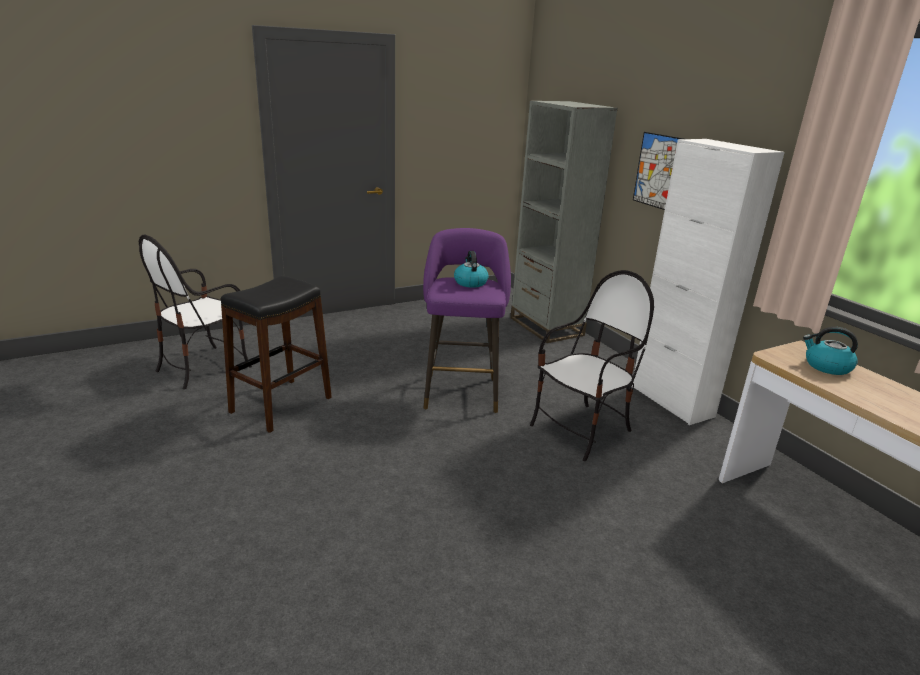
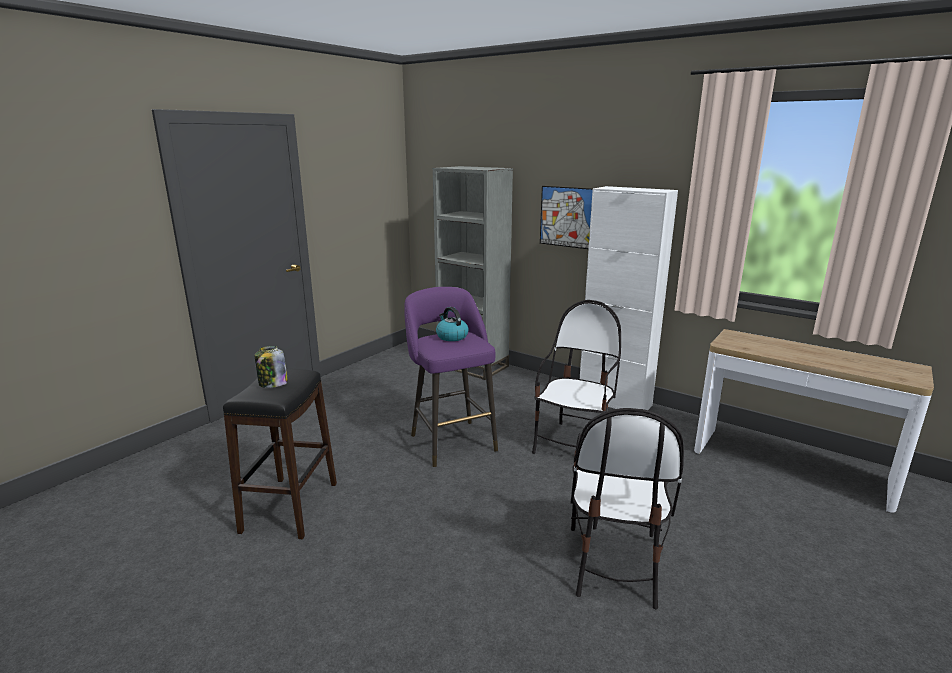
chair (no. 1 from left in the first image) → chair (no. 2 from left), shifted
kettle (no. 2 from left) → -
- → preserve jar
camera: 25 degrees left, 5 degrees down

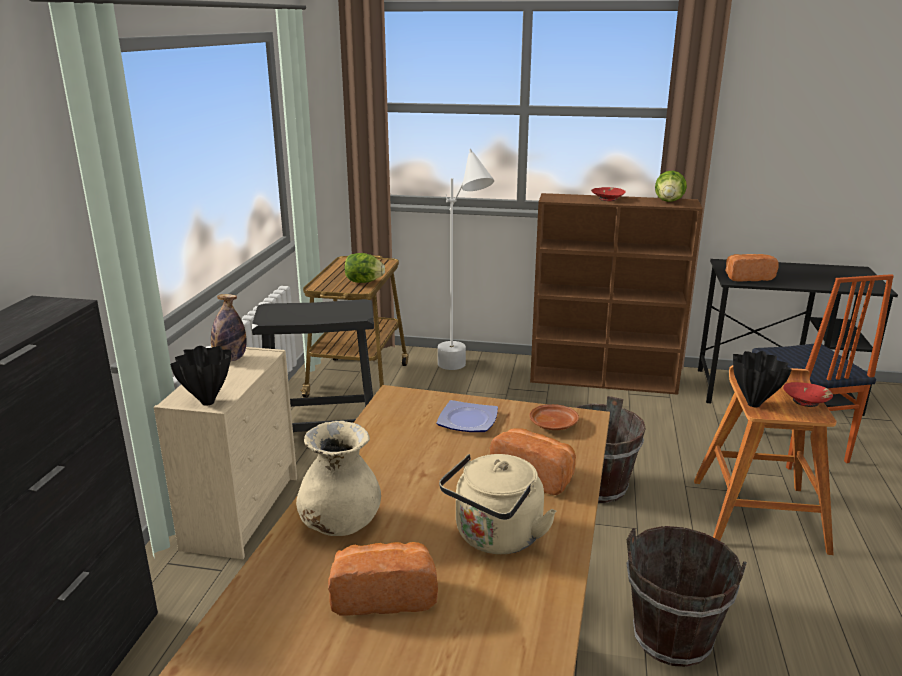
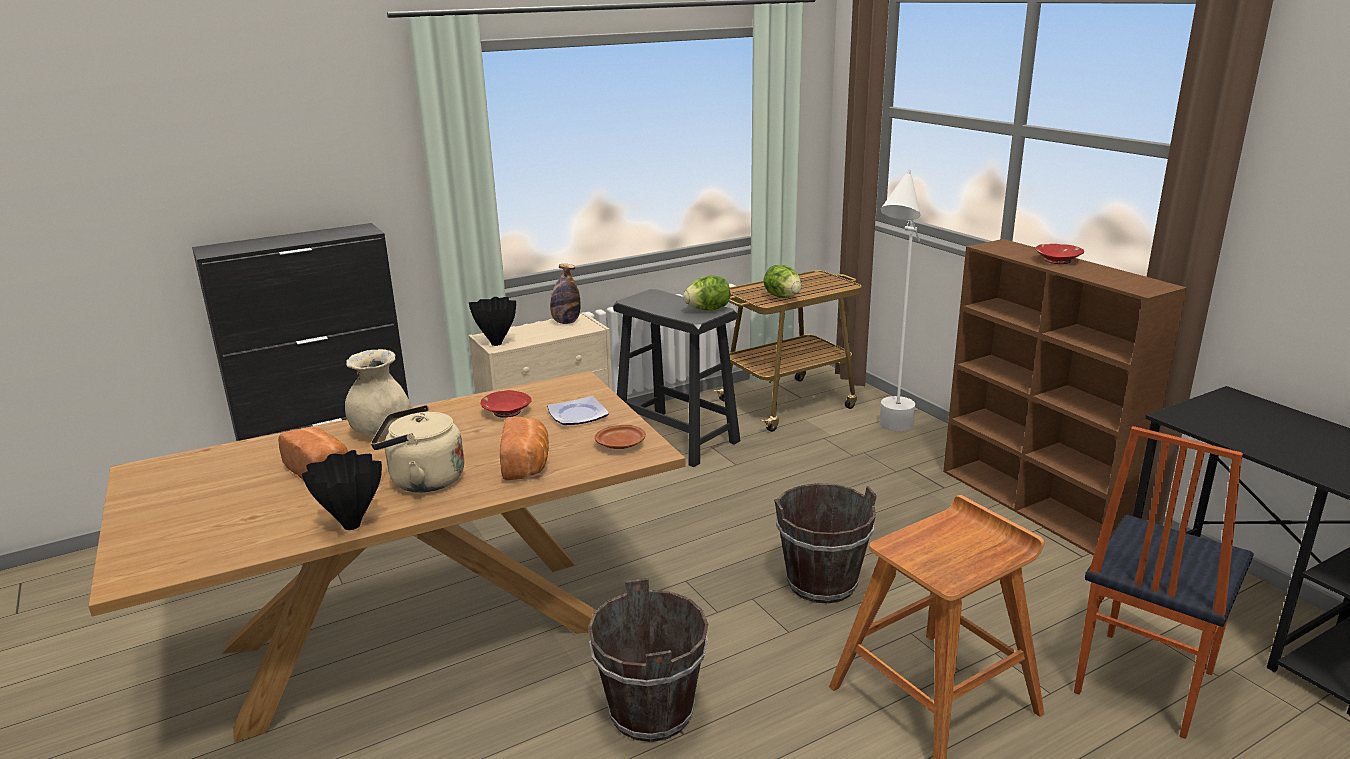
lettuce (no. 2 from left in the first image) → lettuce (no. 1 from left), shifted
bread (no. 3 from left) → -
blackish decorative vase (no. 2 from left in the first image) → blackish decorative vase (no. 1 from left), shifted
red-coloured bowl (no. 2 from left in the first image) → red-coloured bowl (no. 1 from left), shifted
camera: 50 degrees right, 0 degrees up

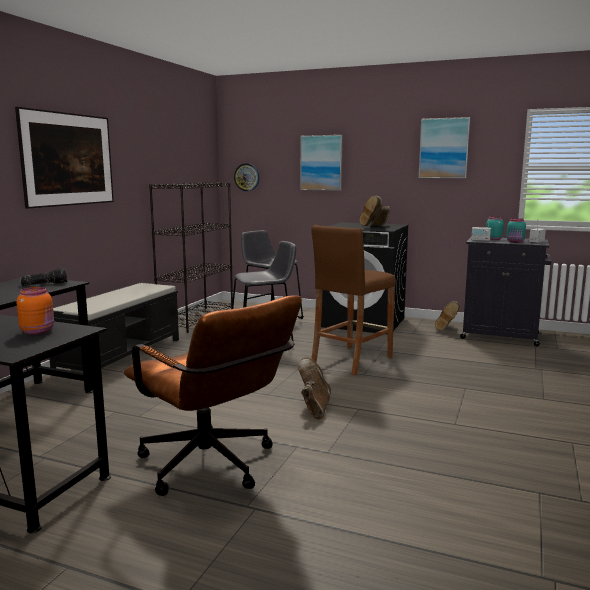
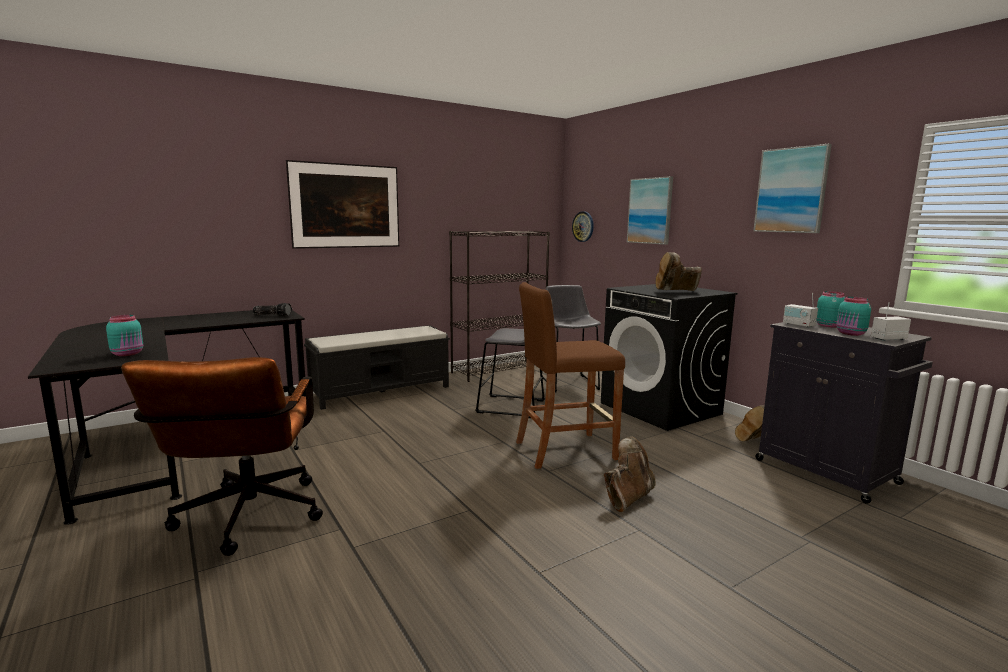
orangey preserve jar → turquoise-coloured preserve jar (no. 1 from left)
brownish tall boot (no. 1 from left), shifted
camera: 35 degrees right, 0 degrees up

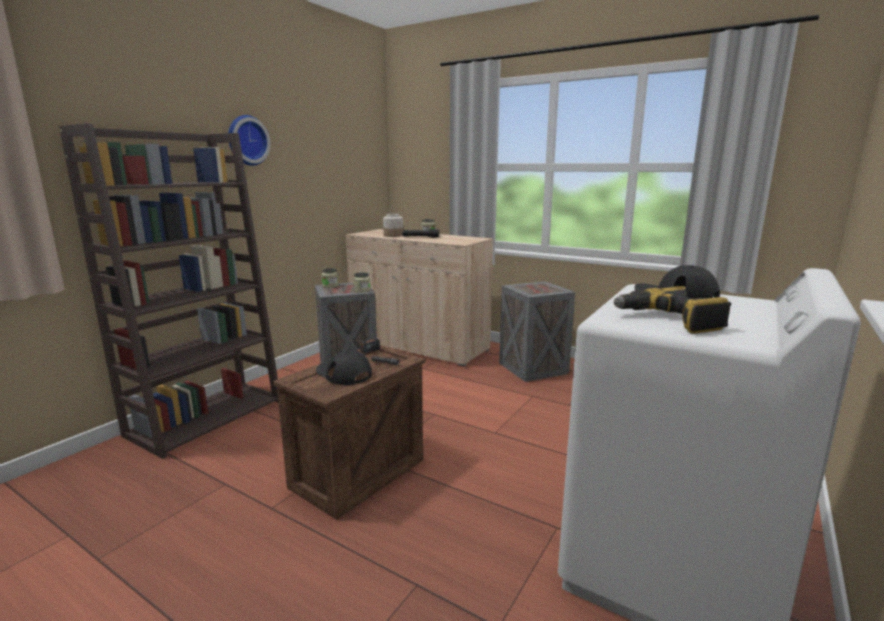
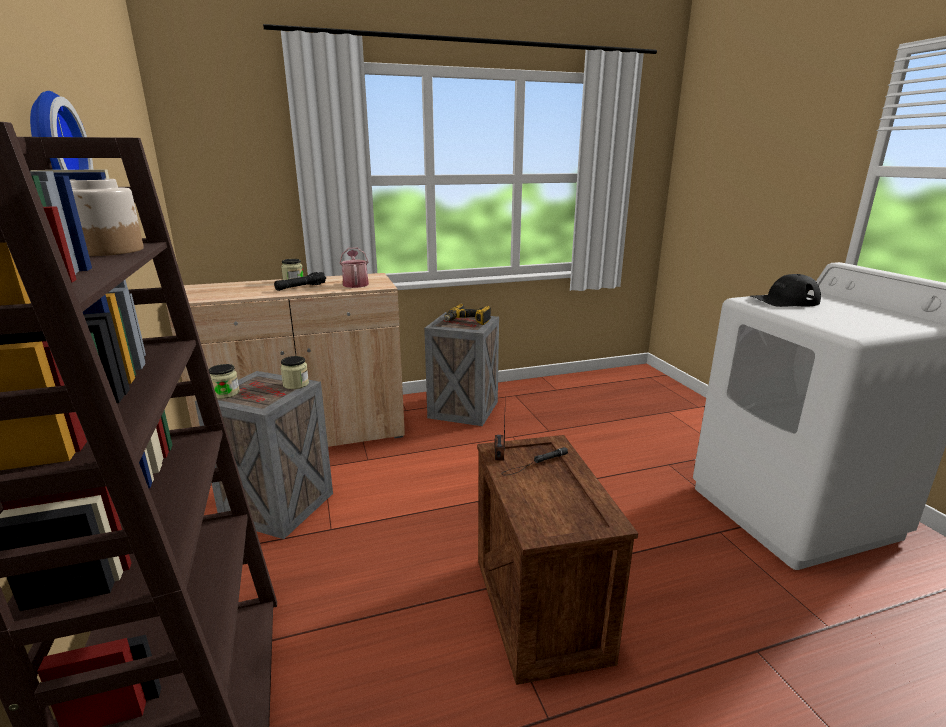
preserve jar (no. 3 from left in the first image) → preserve jar (no. 1 from left), shifted
electric drill, shifted
blackish baseball cap (no. 1 from left) → -
- → watering can
camera: 50 degrees left, 5 degrees up

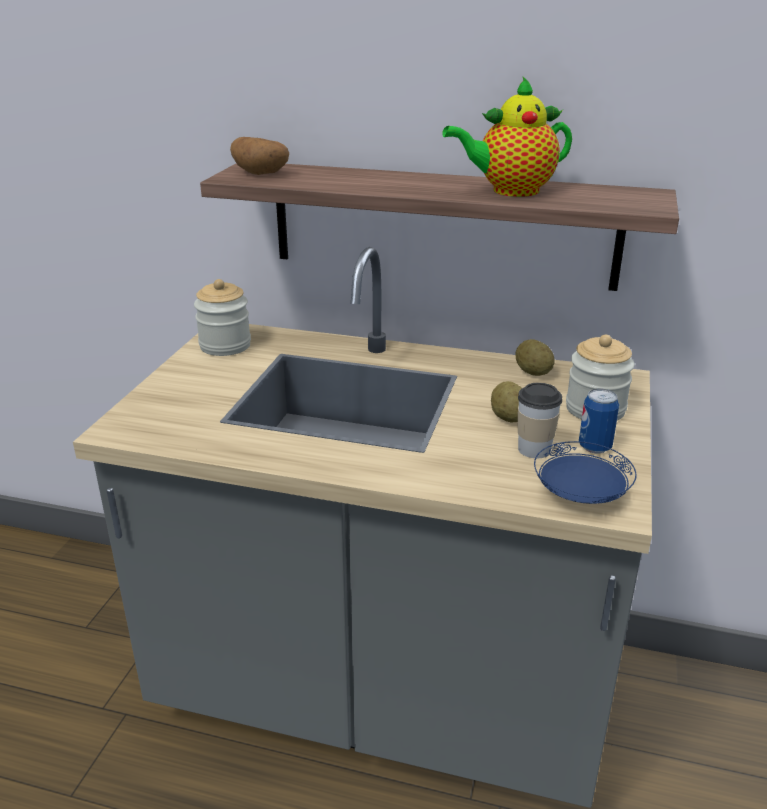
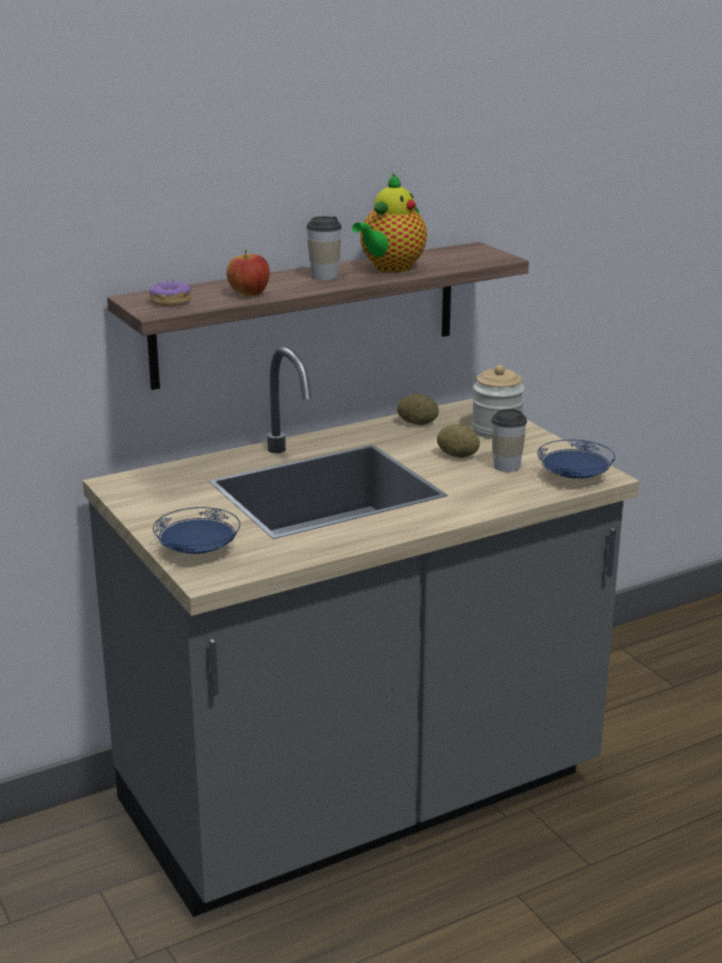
spud (no. 1 from left) → doughnut
preserve jar (no. 1 from left) → -
sealed can → -
- → cup (no. 1 from left)
- → whole apple
- → bluish dinner plate (no. 1 from left)
camera: 45 degrees left, 5 degrees down

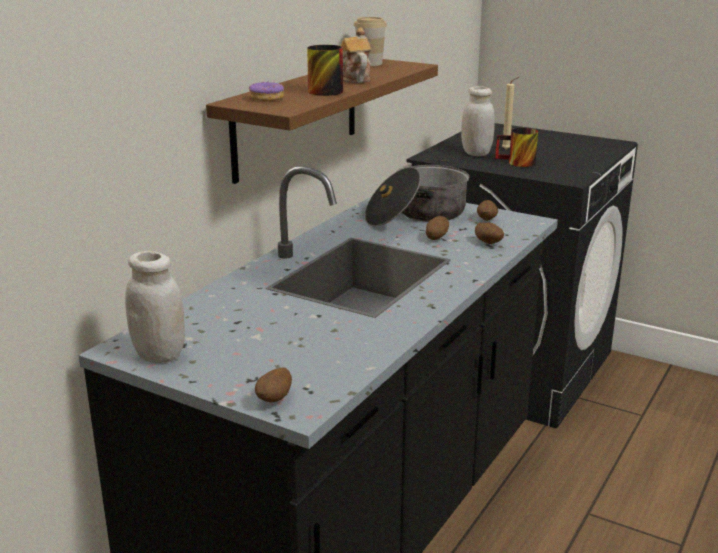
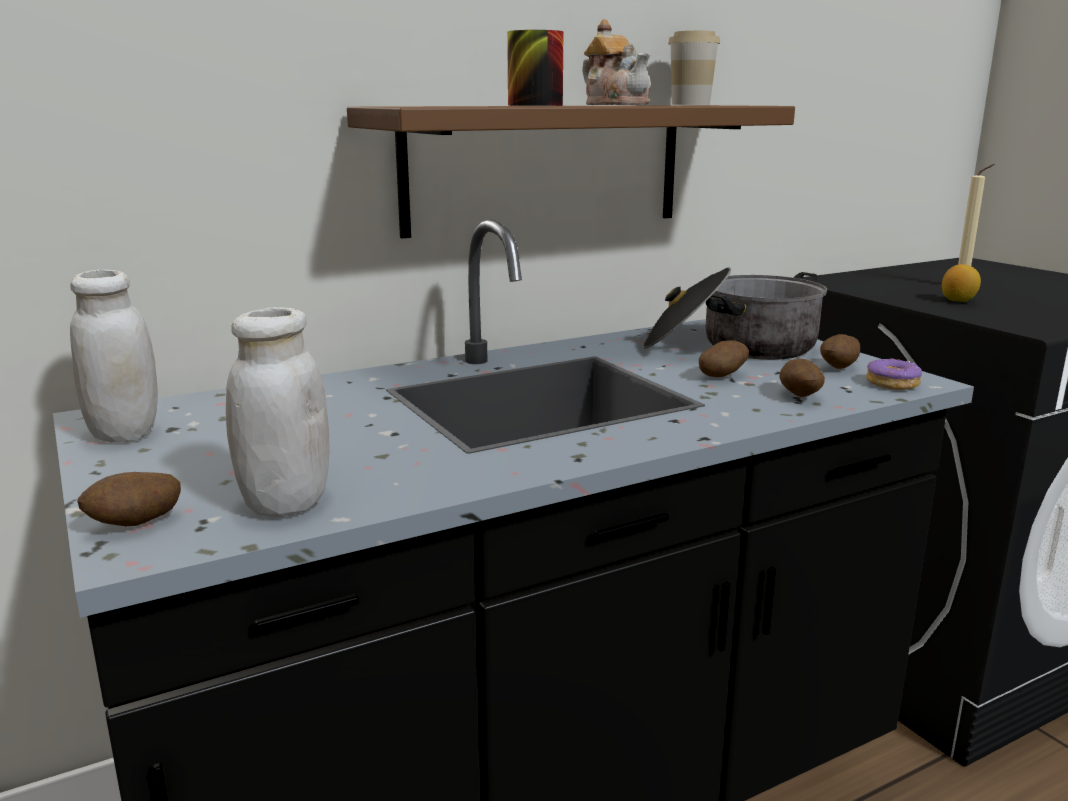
teapot, 135 degrees clockwise
doughnut, shifted
whitish preserve jar (no. 2 from left), shifted
mug (no. 2 from left) → lemon
camera: 30 degrees right, 5 degrees down

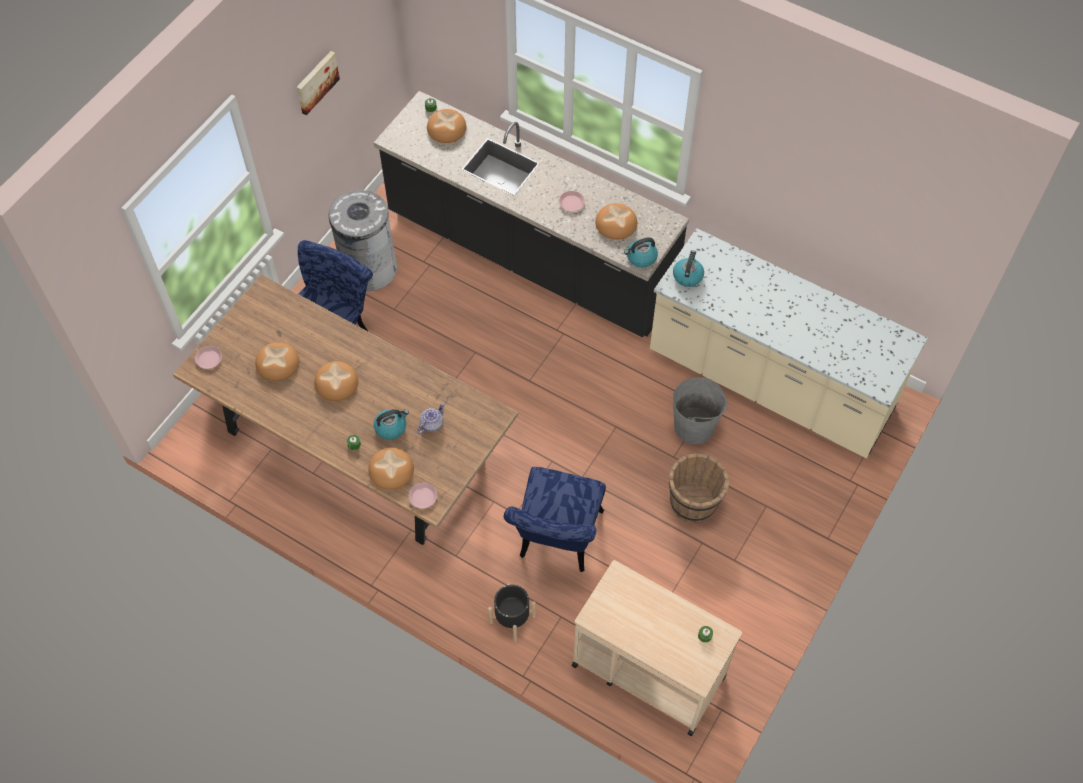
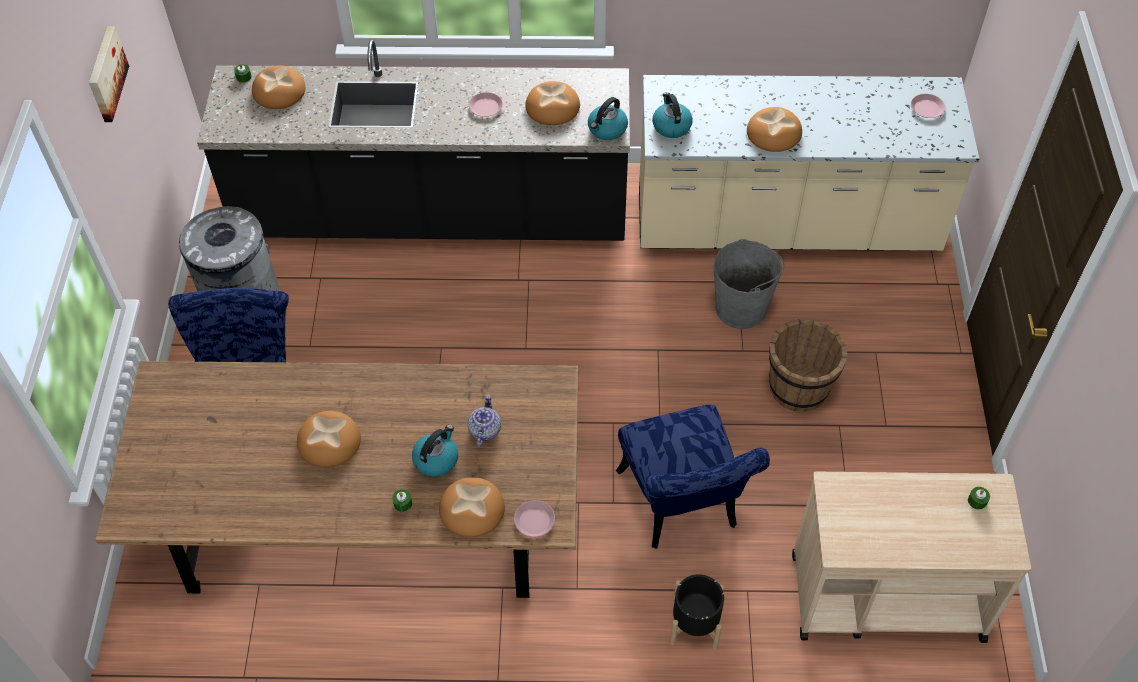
bread (no. 1 from left in the first image) → bread (no. 5 from left), shifted
pink dinner plate (no. 1 from left in the first image) → pink dinner plate (no. 3 from left), shifted
camera: 30 degrees left, 5 degrees down

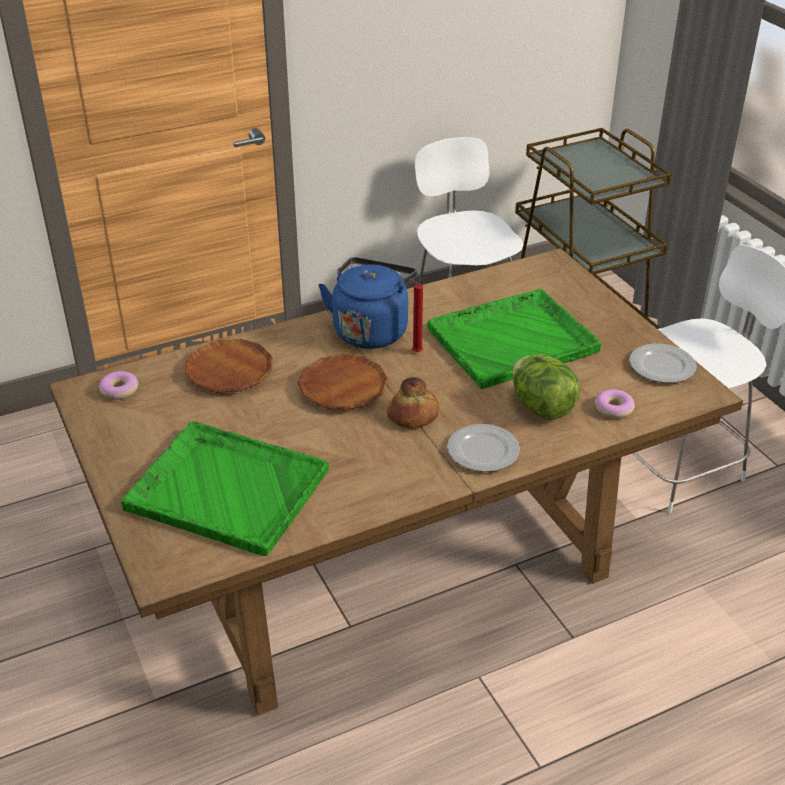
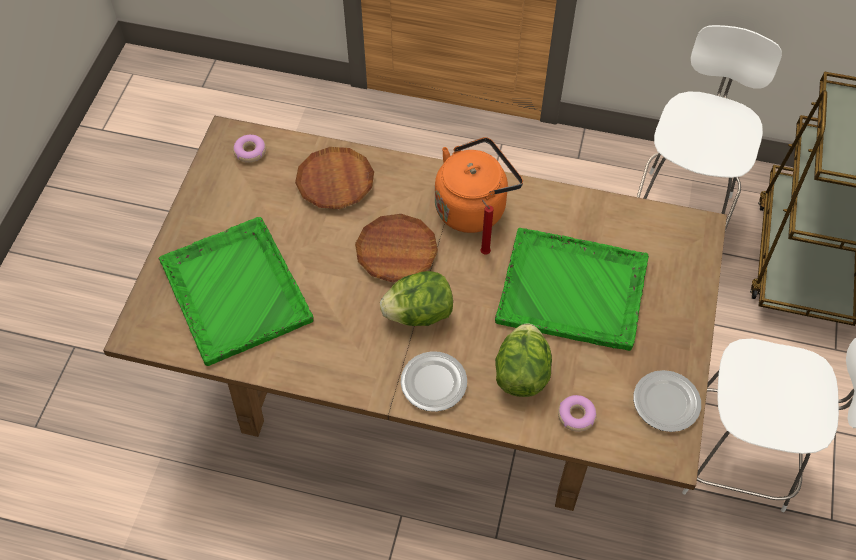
bluish kettle → orangey kettle
bread → lettuce (no. 1 from left)
camera: 40 degrees right, 20 degrees up

